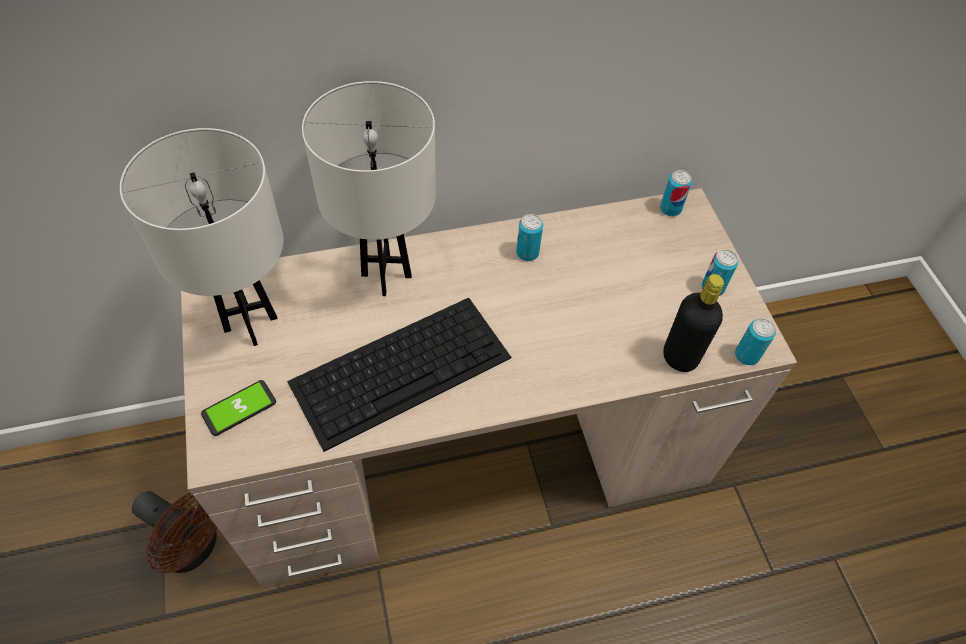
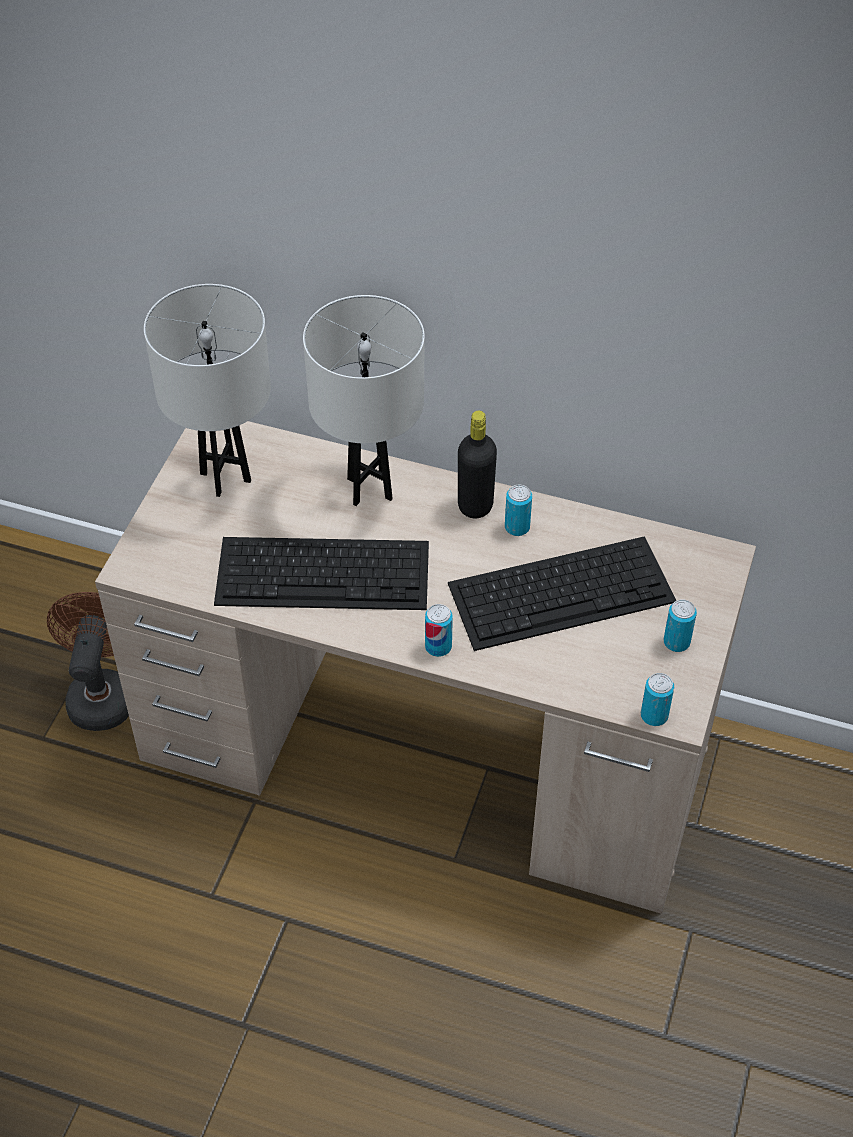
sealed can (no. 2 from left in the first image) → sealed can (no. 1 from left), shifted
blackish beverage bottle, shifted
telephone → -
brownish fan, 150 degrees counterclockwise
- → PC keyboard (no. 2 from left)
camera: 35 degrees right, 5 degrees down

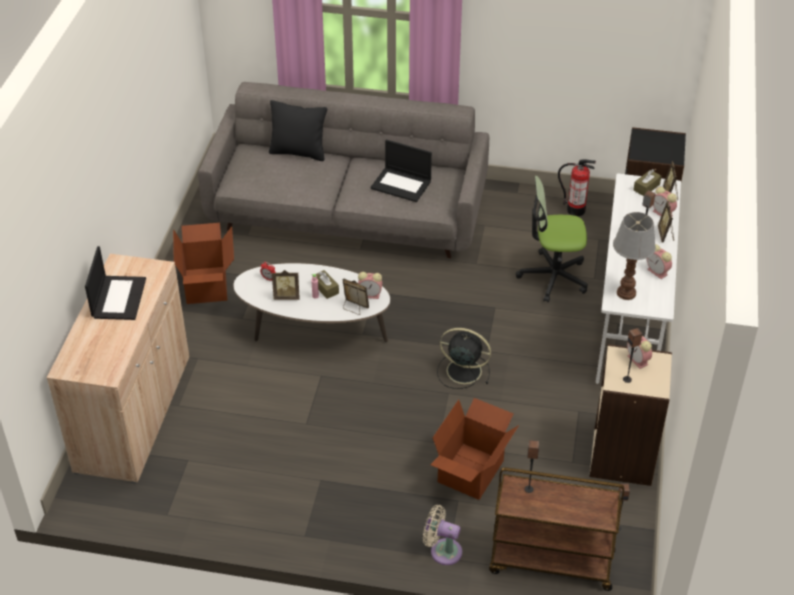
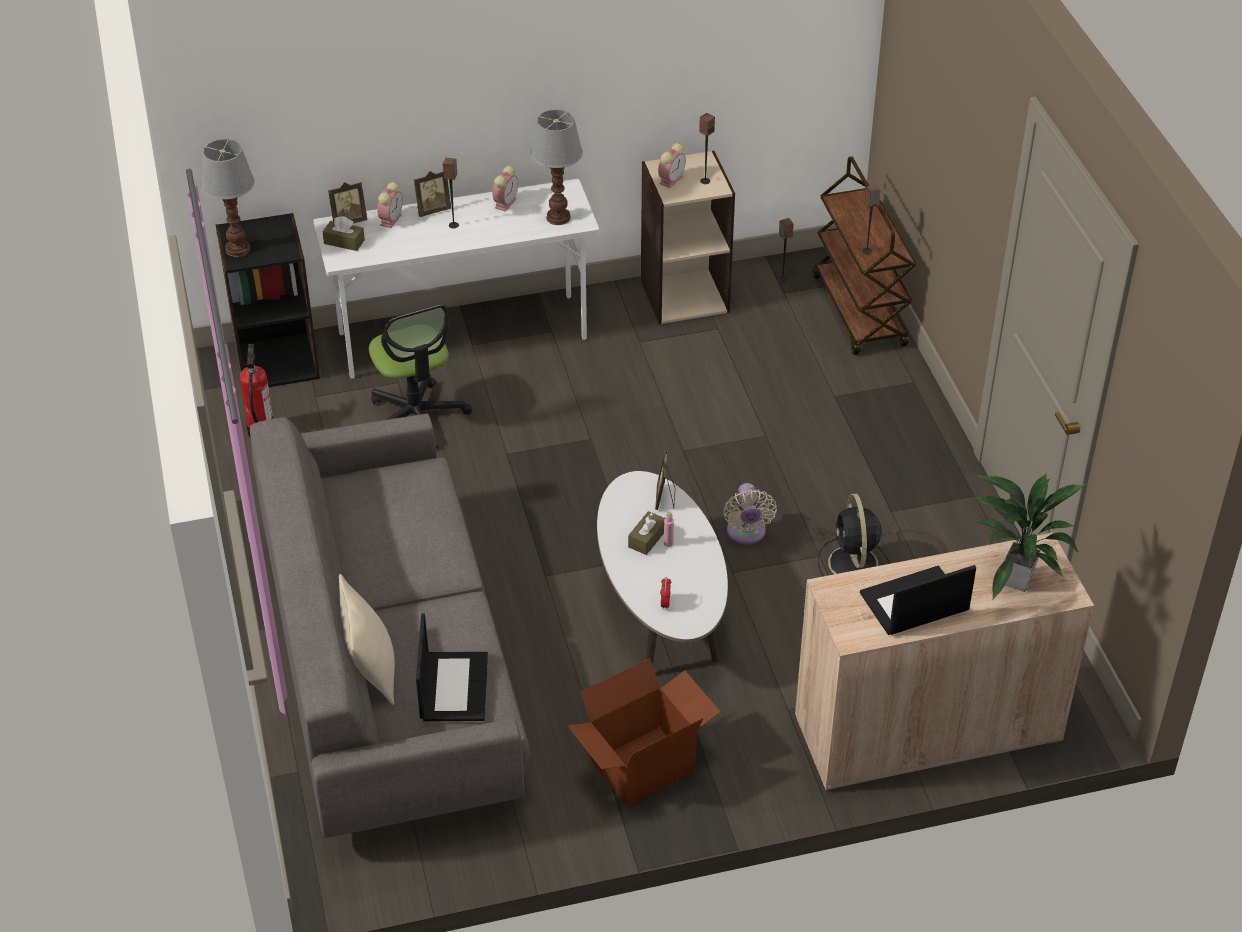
blackish cushion → sand-coloured cushion
portable computer (no. 2 from left in the first image) → portable computer (no. 1 from left), shifted
photo frame (no. 1 from left) → -
alarm clock (no. 2 from left) → -
blackish fan, shifted
packing box (no. 2 from left) → -
sand-coloured fan, shifted
- → tabletop lamp (no. 1 from left)
- → plant in a pot
camera: 115 degrees left, 0 degrees up

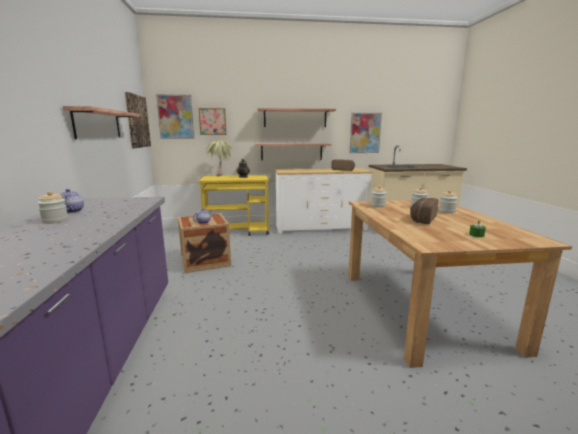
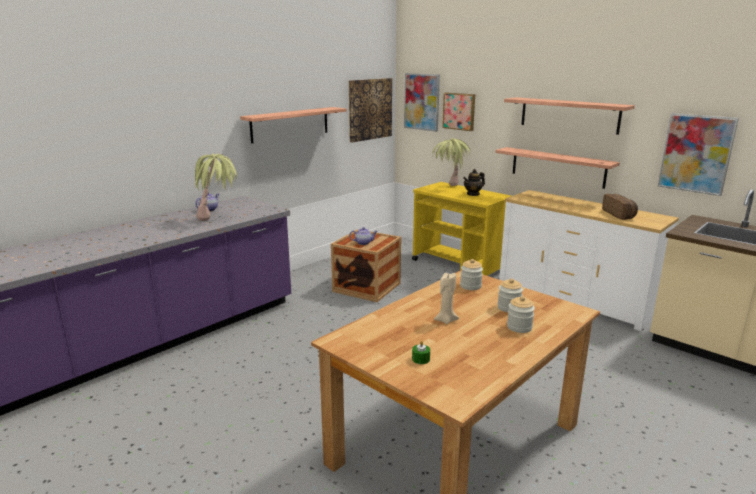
preserve jar (no. 1 from left) → -
bread (no. 2 from left) → sand-coloured wax candle
- → plant in a pot (no. 1 from left)
camera: 50 degrees right, 5 degrees up

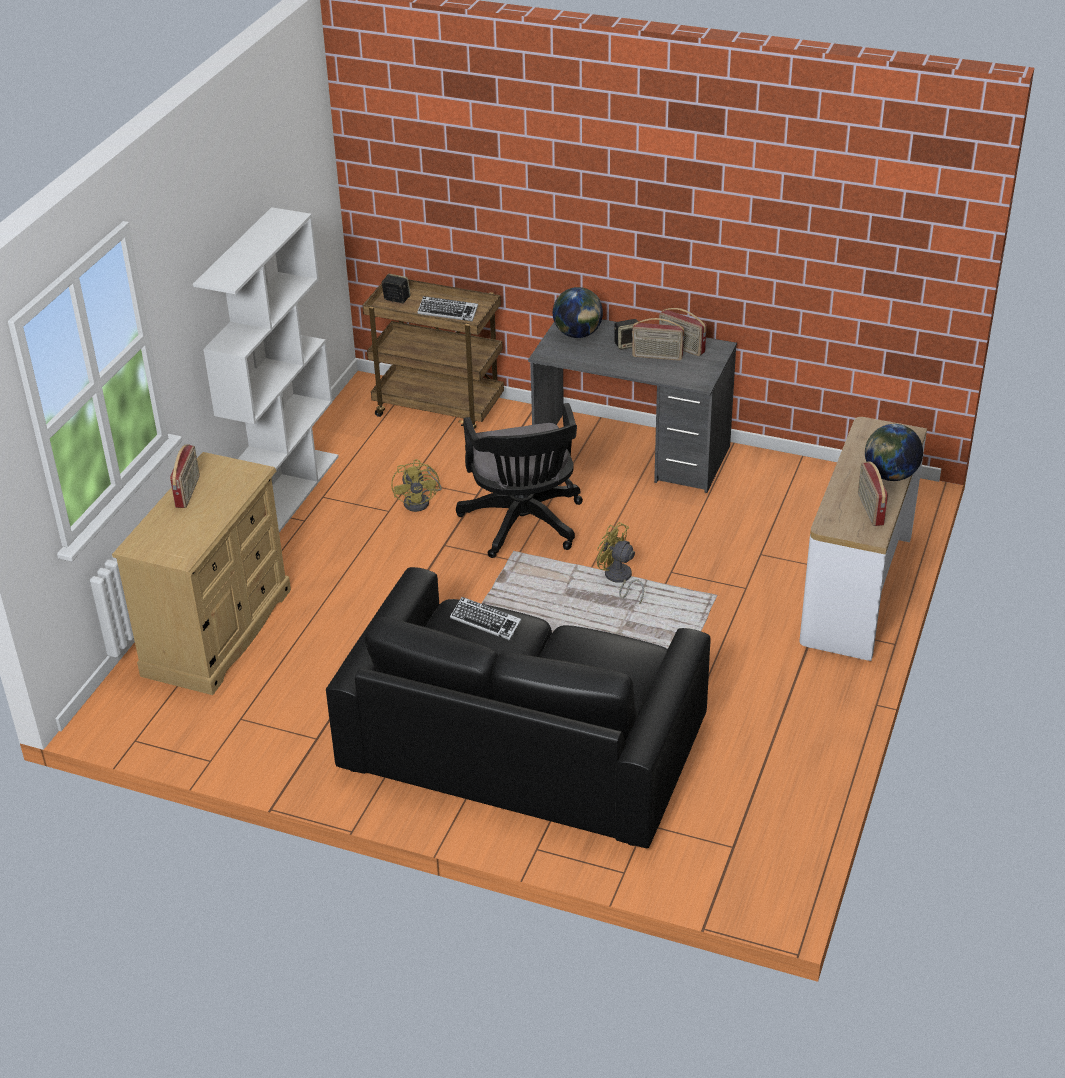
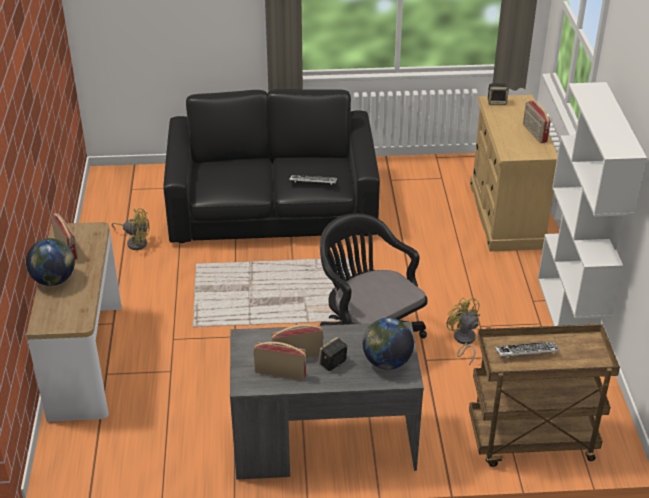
speaker (no. 1 from left in the first image) → speaker (no. 2 from left), shifted
yellowish fan (no. 2 from left in the first image) → yellowish fan (no. 1 from left), shifted
camera: 155 degrees right, 0 degrees up

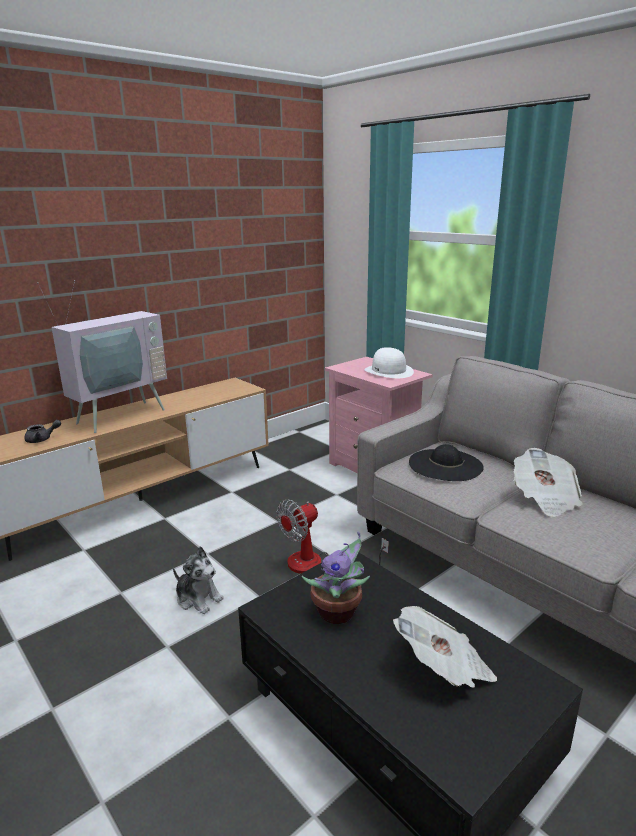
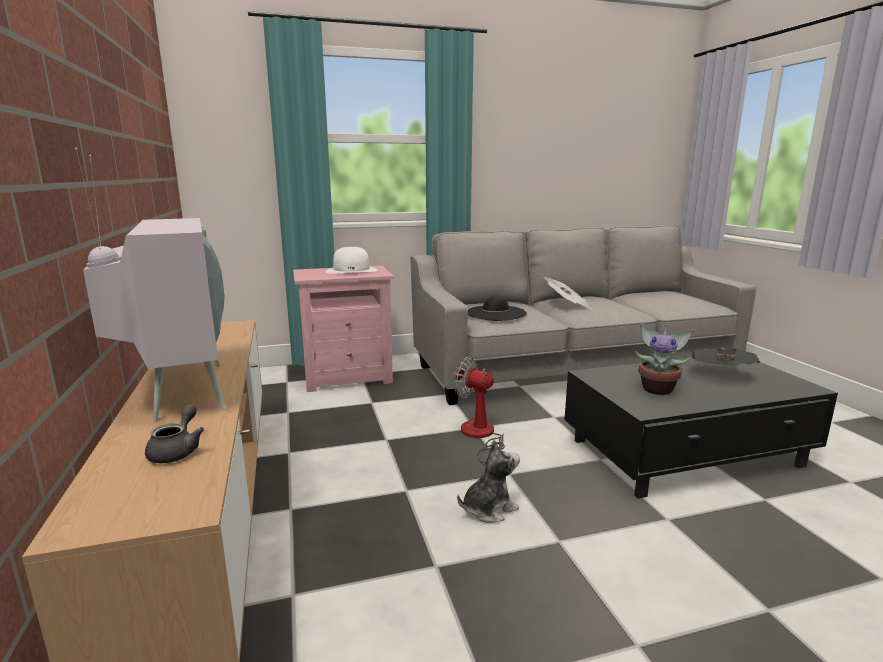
fan, 135 degrees clockwise
camera: 65 degrees left, 5 degrees down

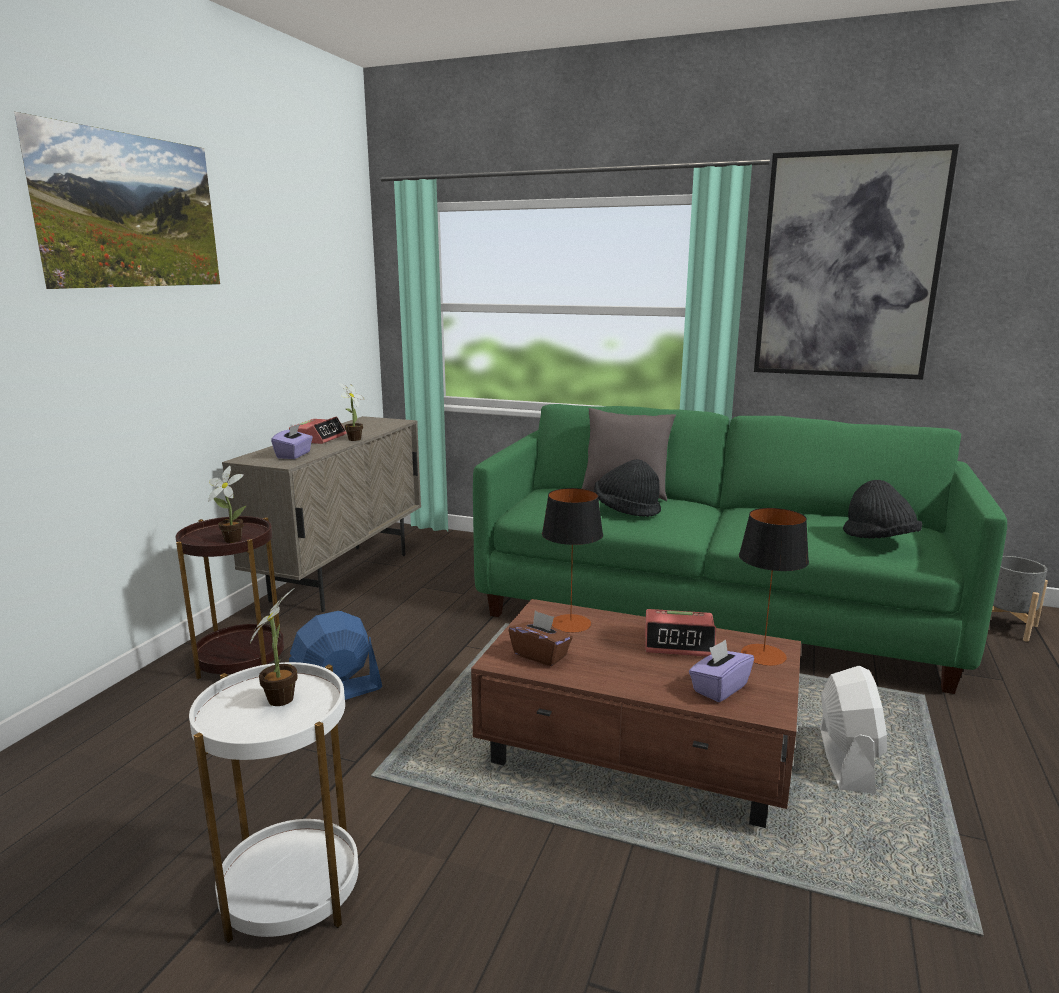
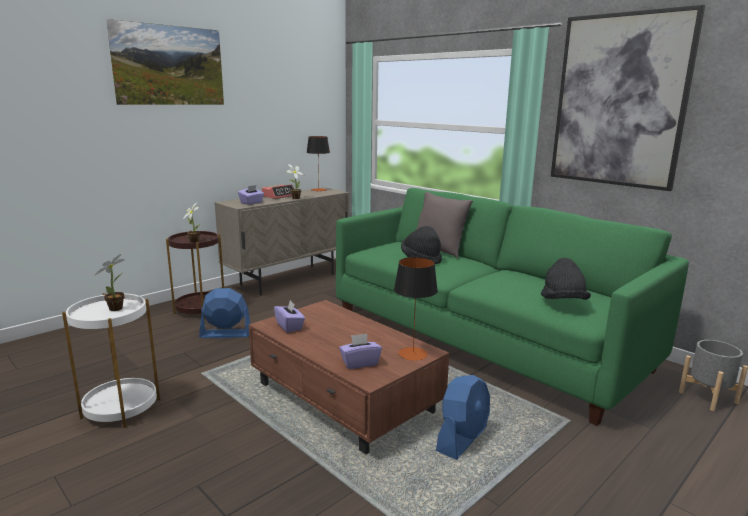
tabletop lamp (no. 1 from left), shifted
alarm clock (no. 2 from left) → -
brownish tissue box → purplish tissue box (no. 2 from left)
whitish fan → bluish fan (no. 2 from left)
camera: 25 degrees right, 0 degrees up

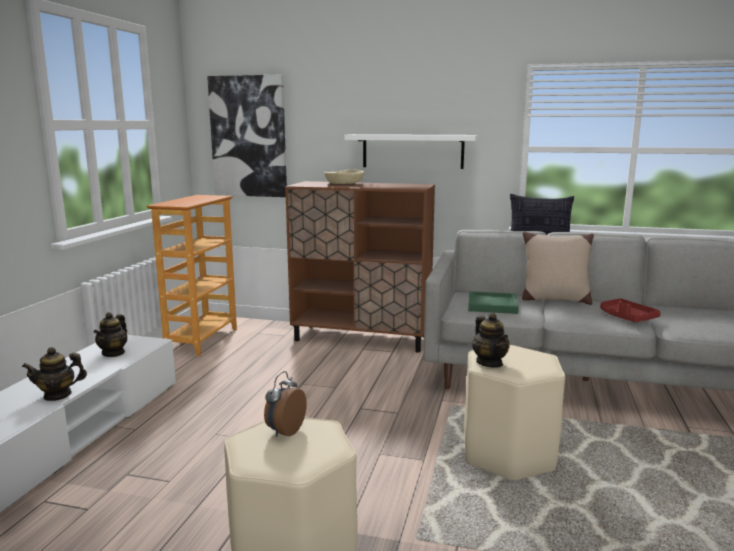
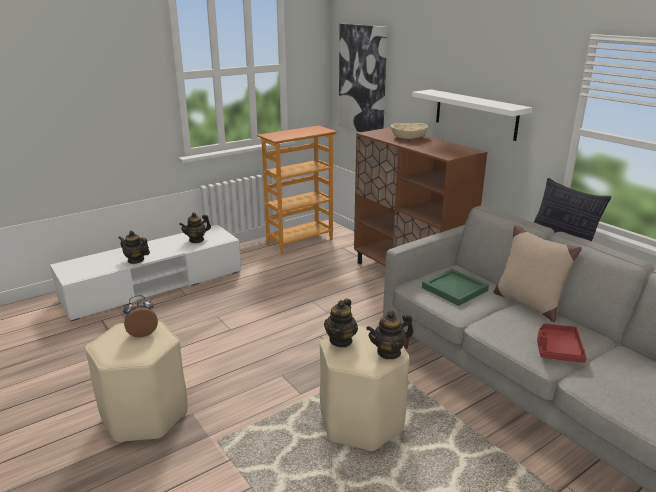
- → teapot (no. 4 from left)
camera: 40 degrees right, 10 degrees up

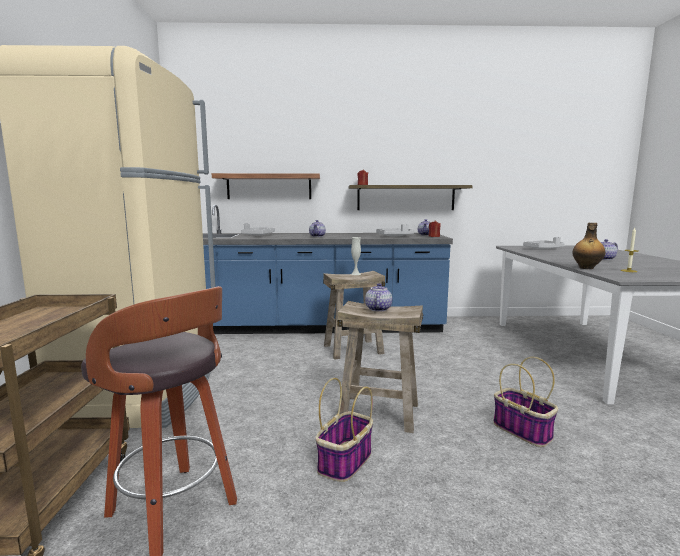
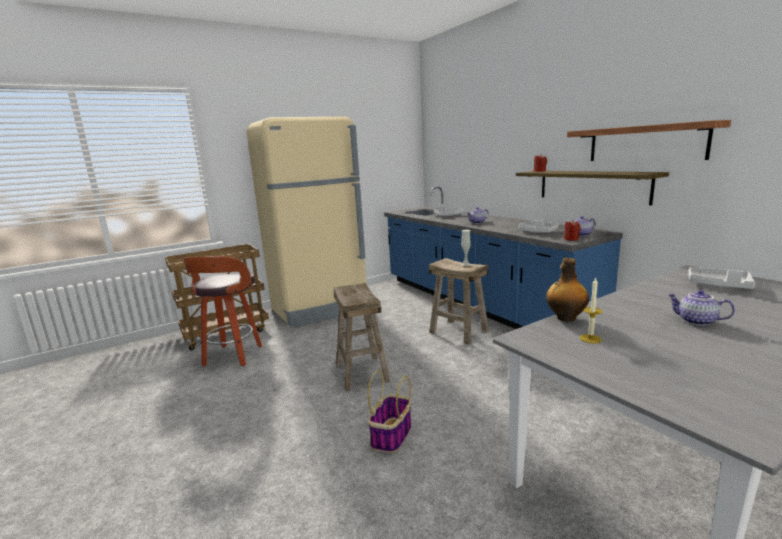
shelf (no. 1 from left in the first image) → shelf (no. 2 from left), shifted
teapot (no. 2 from left) → -
basket (no. 1 from left) → -
camera: 60 degrees right, 5 degrees up

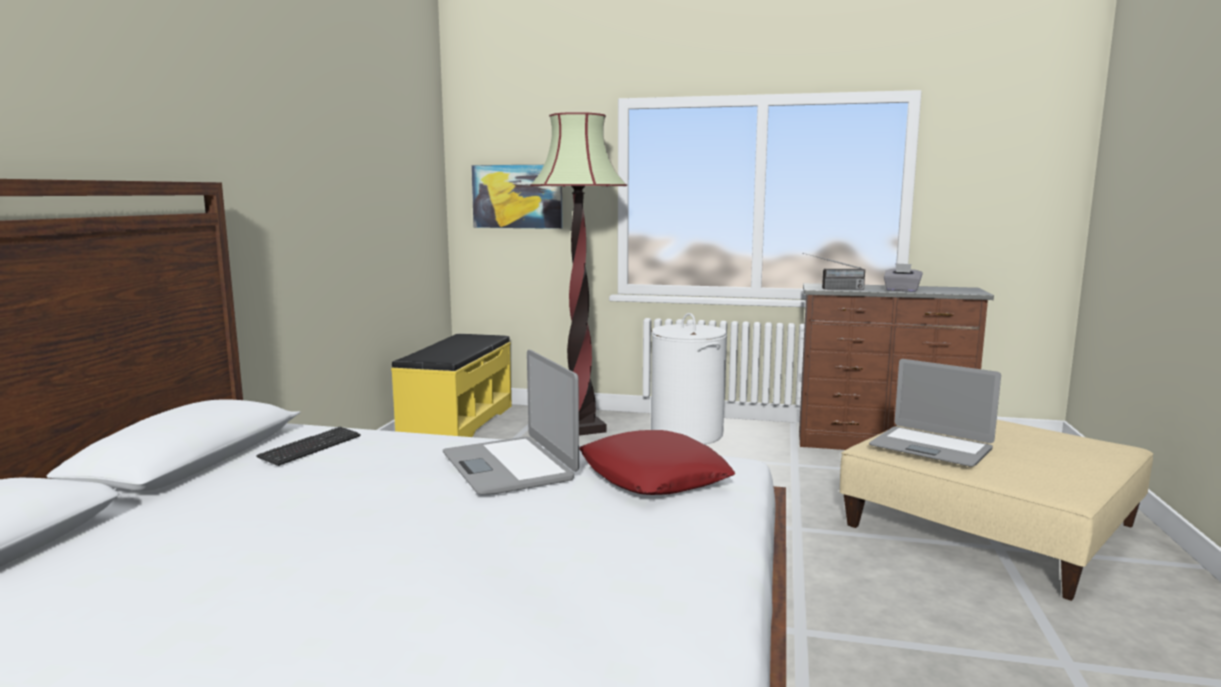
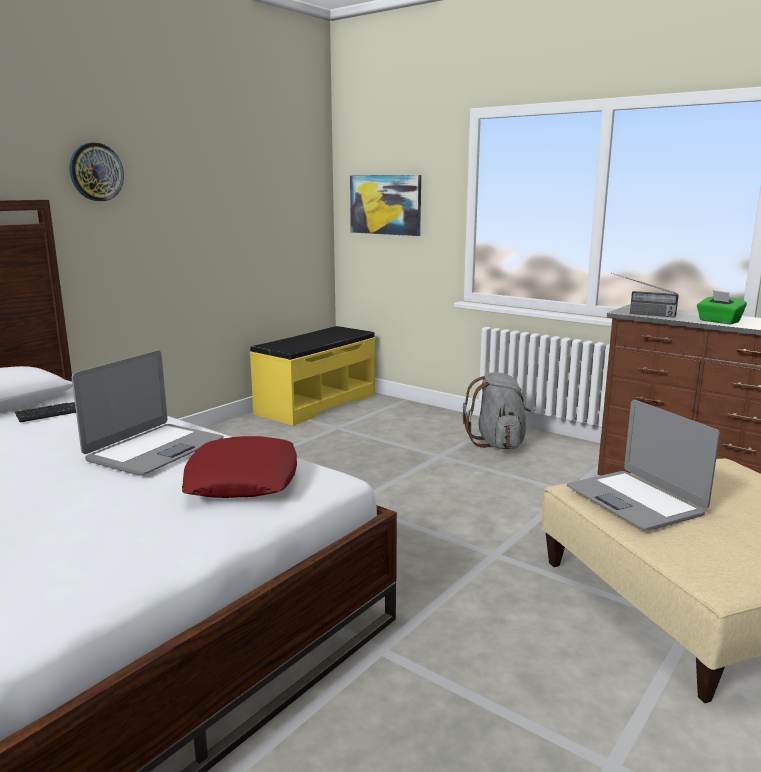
floor lamp → -
gray tissue box → green tissue box
whitish laundry basket → gray backpack
portable computer (no. 1 from left), 150 degrees counterclockwise
- → hanging clock
camera: 25 degrees right, 5 degrees up

